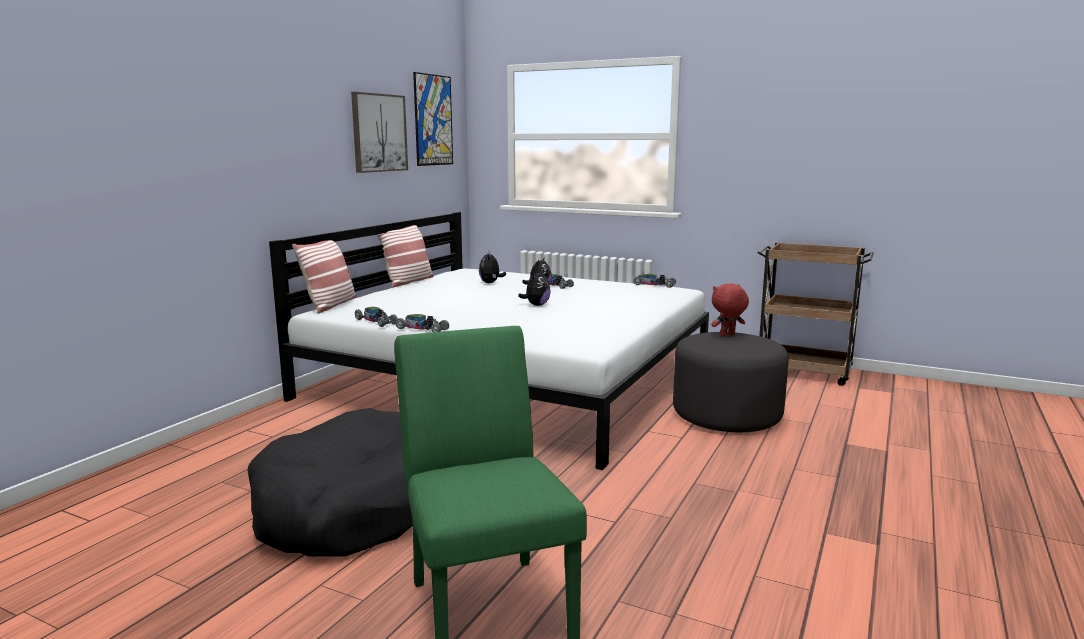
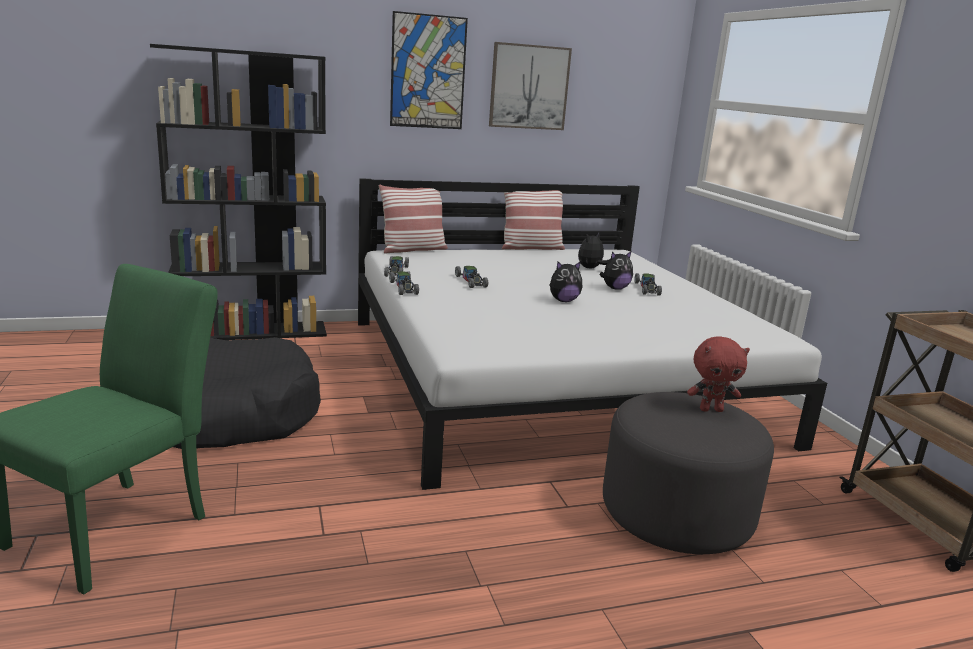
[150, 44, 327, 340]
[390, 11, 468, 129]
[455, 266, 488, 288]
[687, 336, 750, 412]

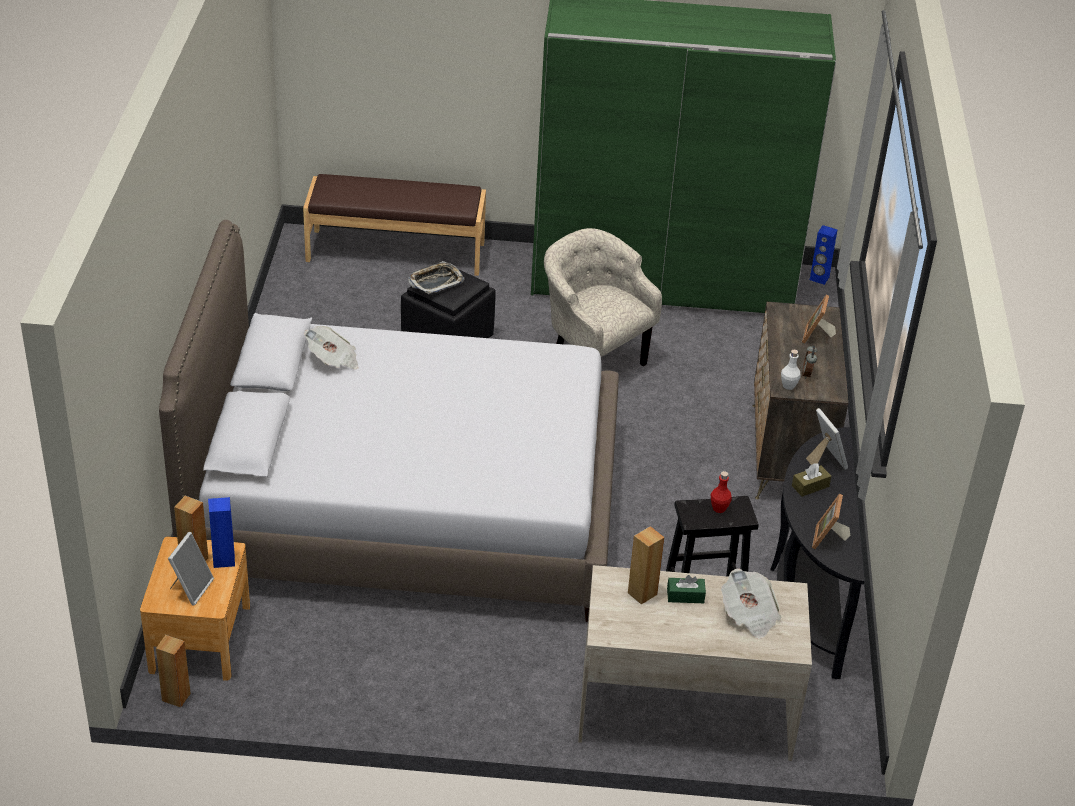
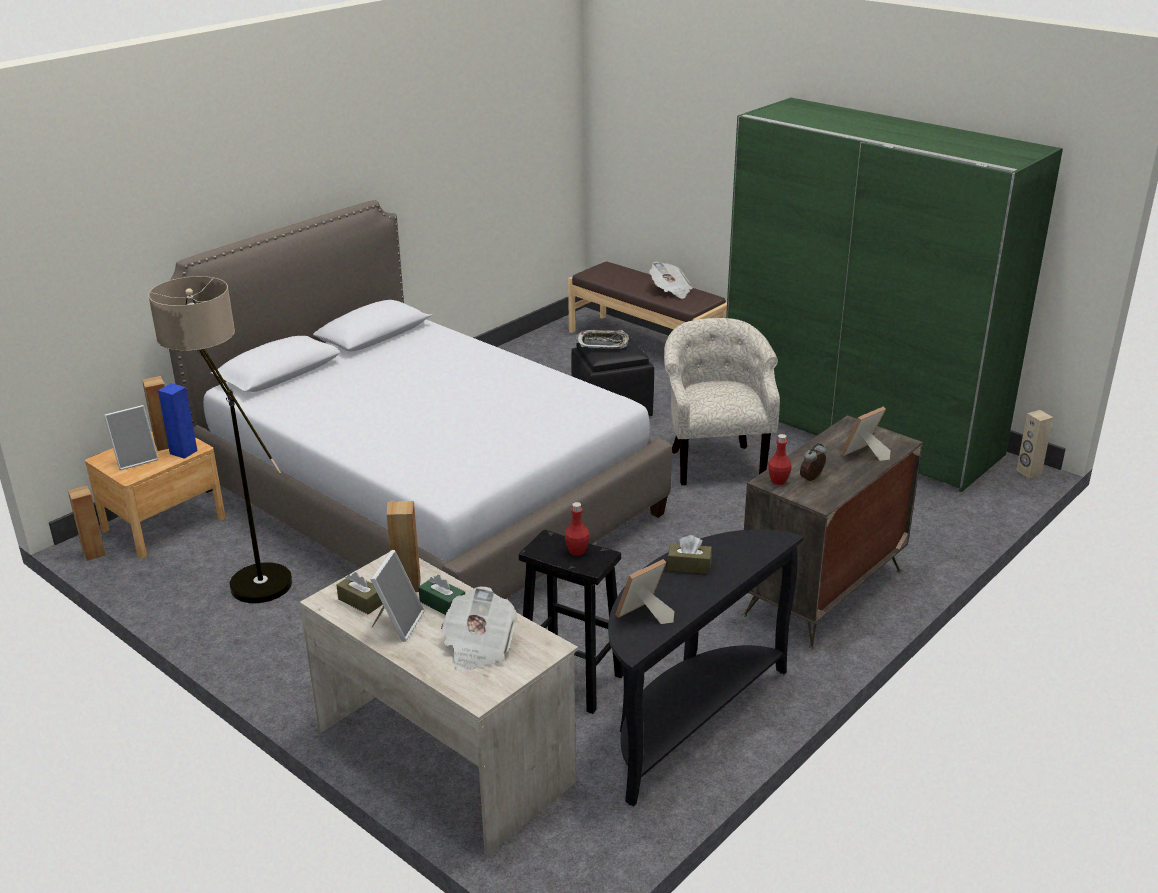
[148, 276, 292, 603]
[336, 572, 383, 614]
[370, 550, 425, 642]
[649, 262, 692, 299]
[768, 434, 791, 485]
[1016, 410, 1053, 479]

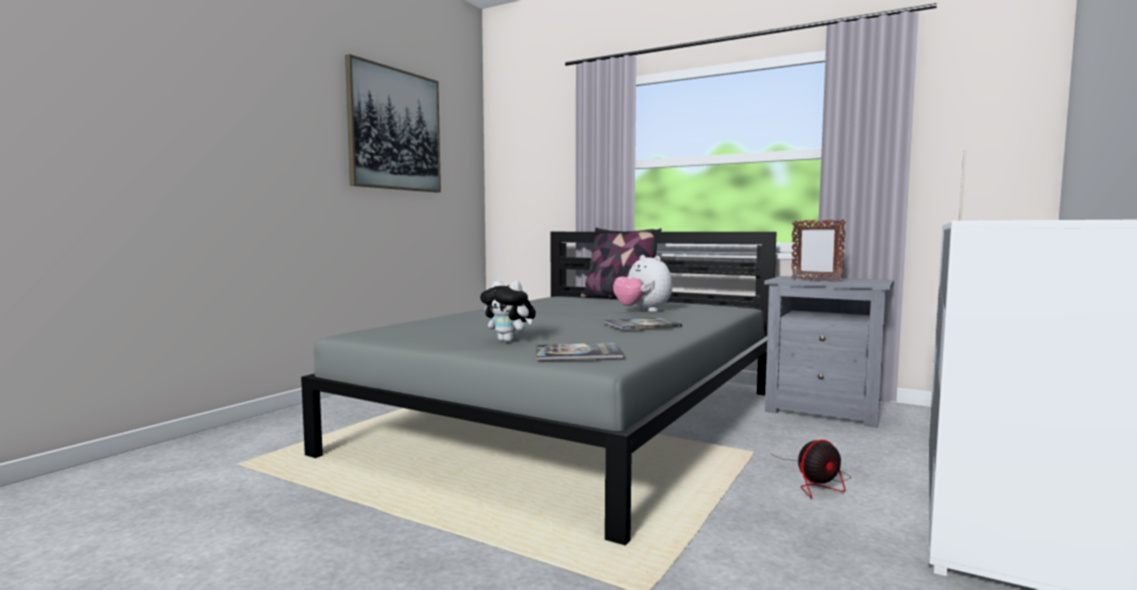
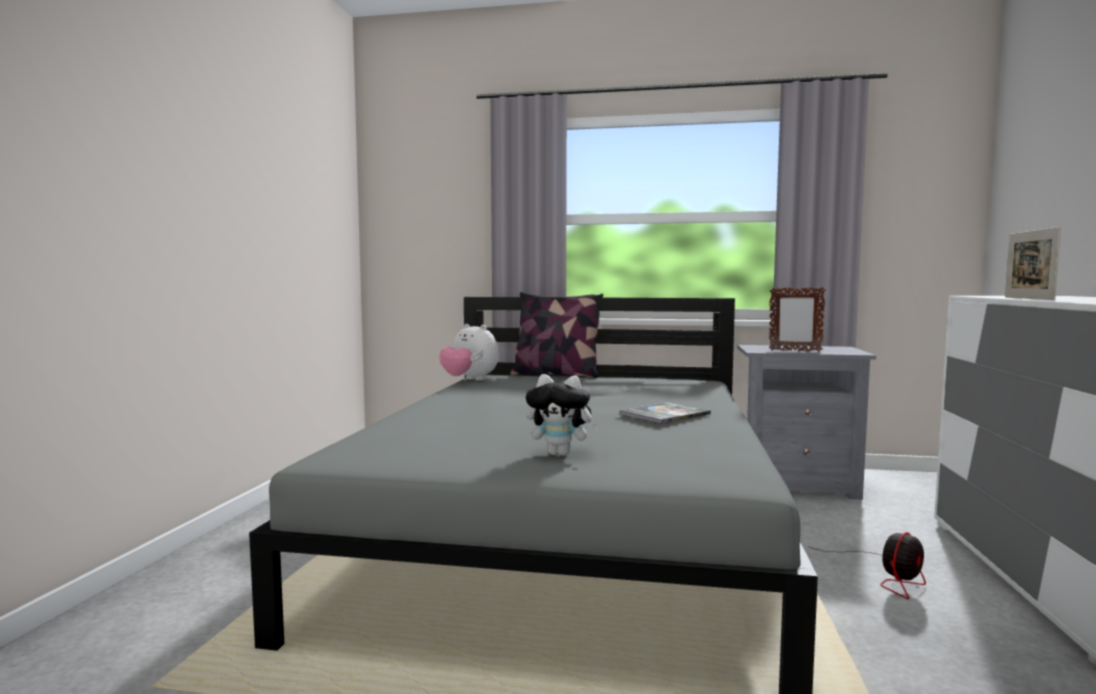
[439, 324, 499, 381]
[345, 54, 441, 192] (first image)
[536, 343, 624, 361] (first image)

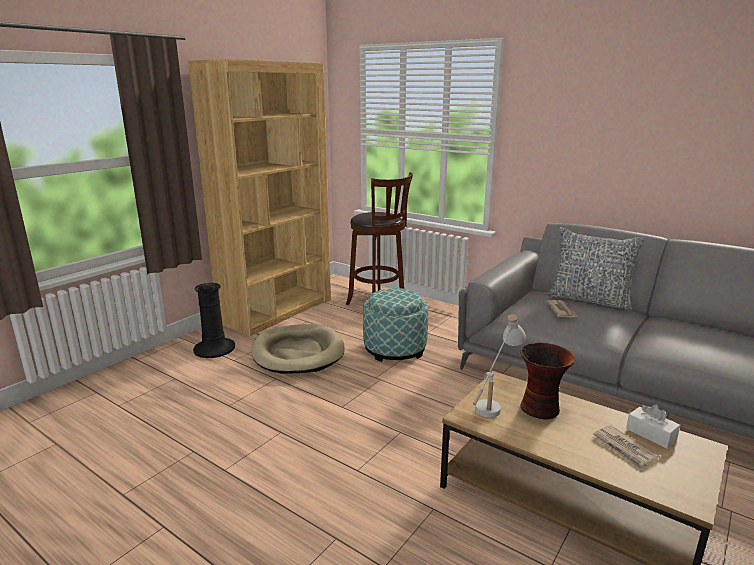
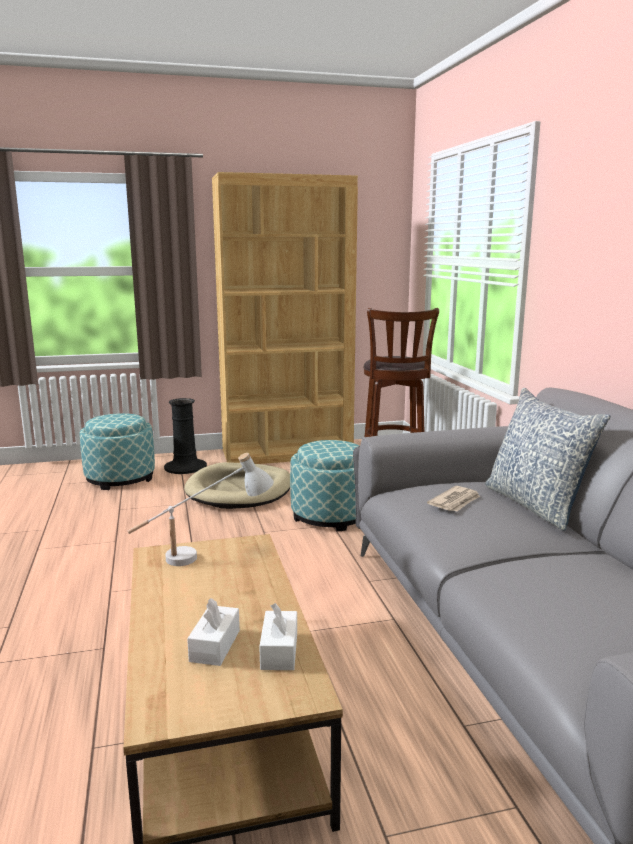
[80, 413, 155, 490]
[187, 598, 240, 666]
[520, 342, 575, 420] (first image)

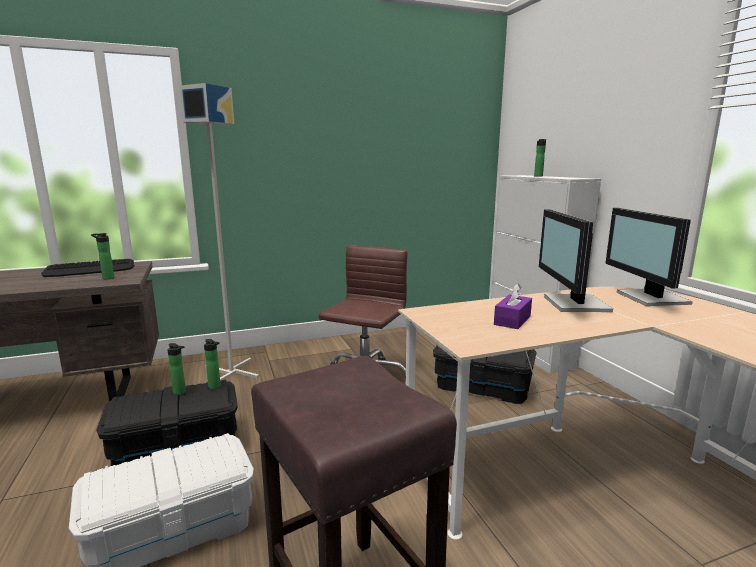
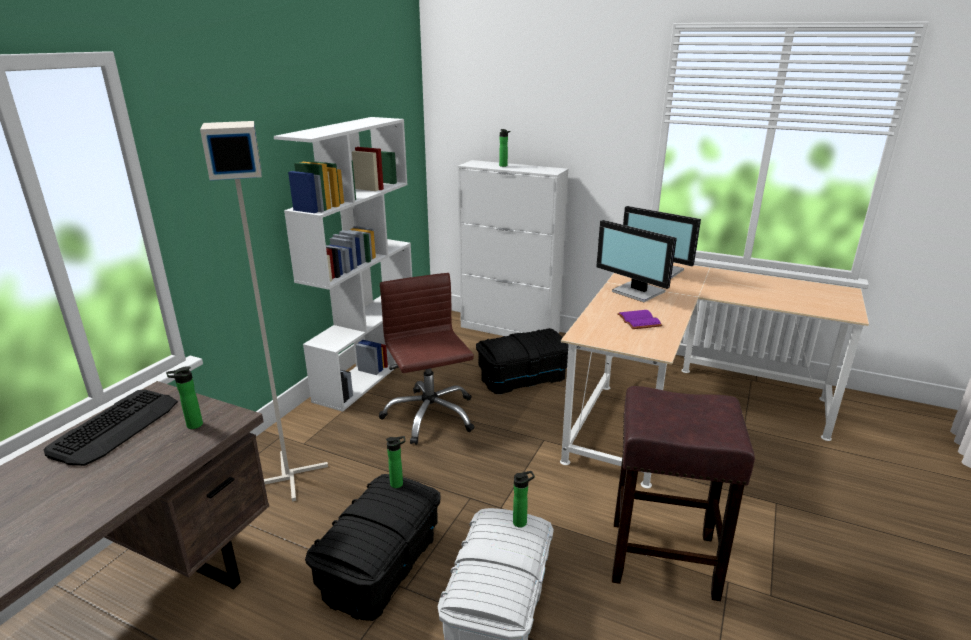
[274, 117, 412, 412]
[513, 471, 535, 528]
[617, 310, 663, 329]

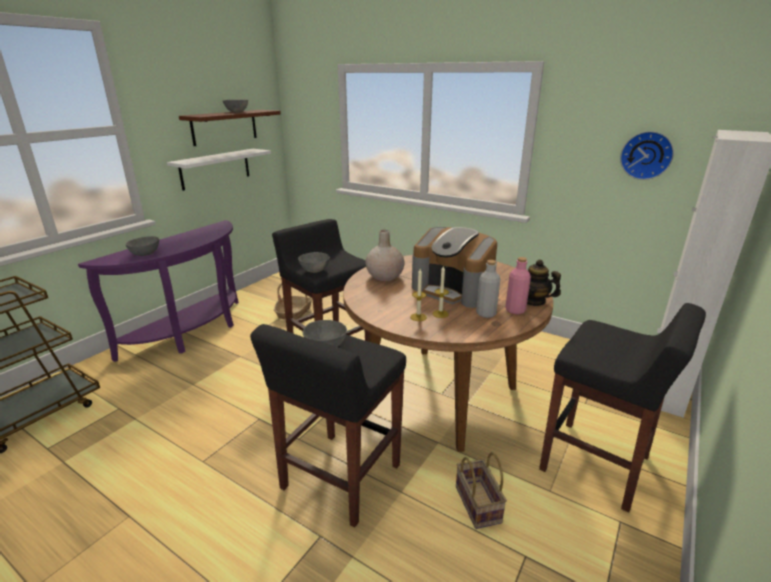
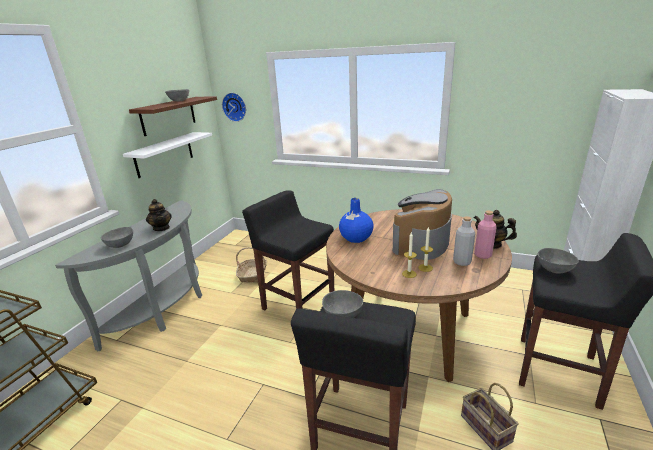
[55, 200, 202, 351]
[146, 199, 172, 231]
[222, 93, 246, 122]
[339, 198, 373, 243]
[393, 189, 452, 260]
[538, 248, 579, 274]

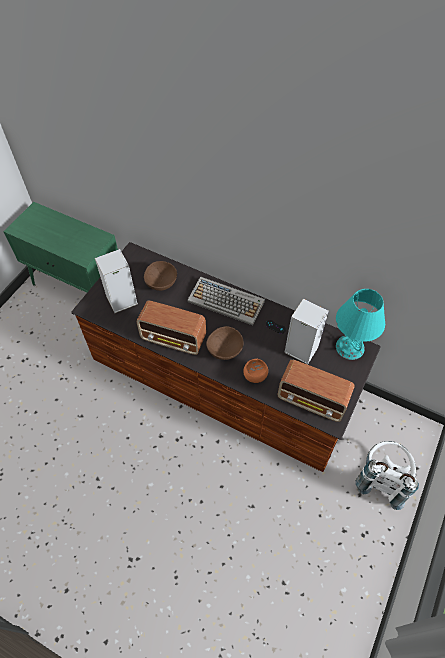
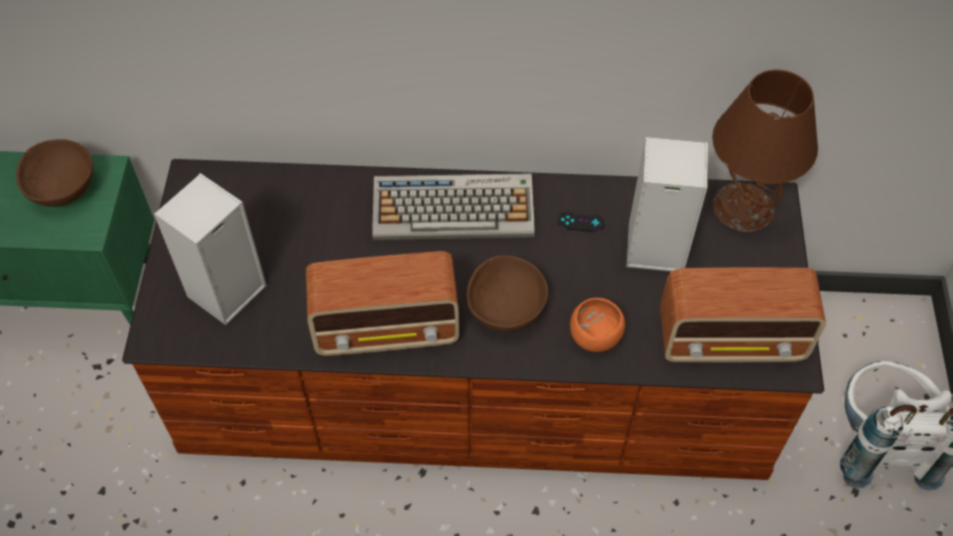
[16, 139, 93, 207]
[712, 70, 818, 232]

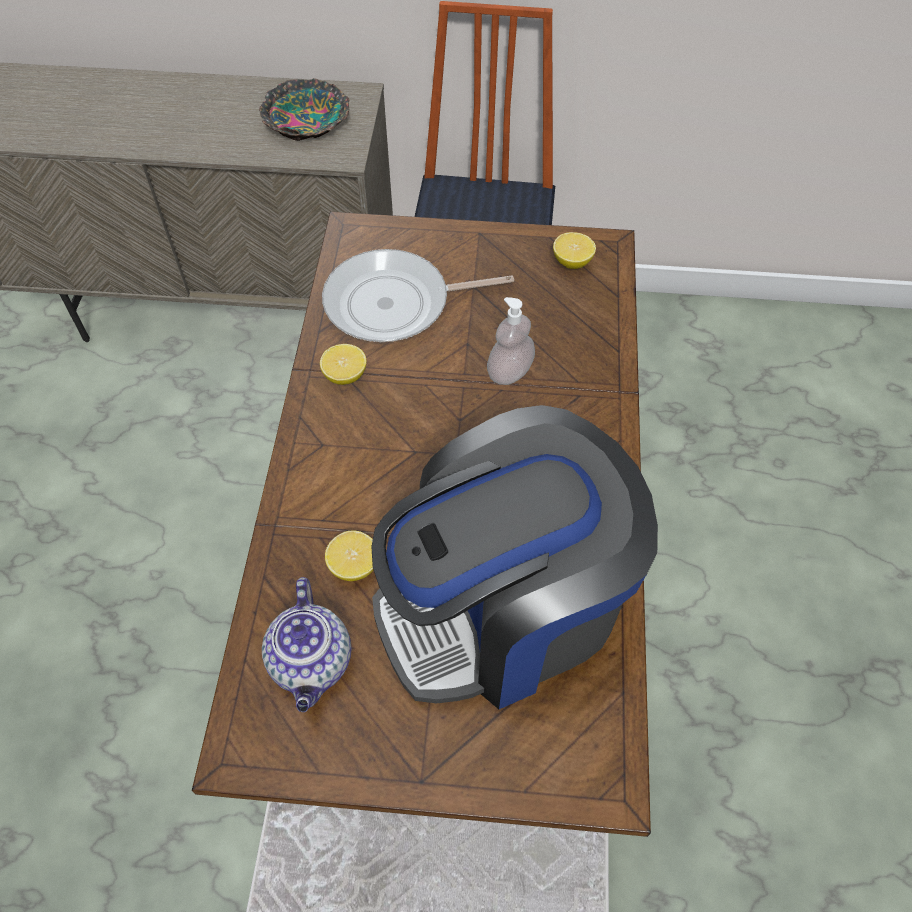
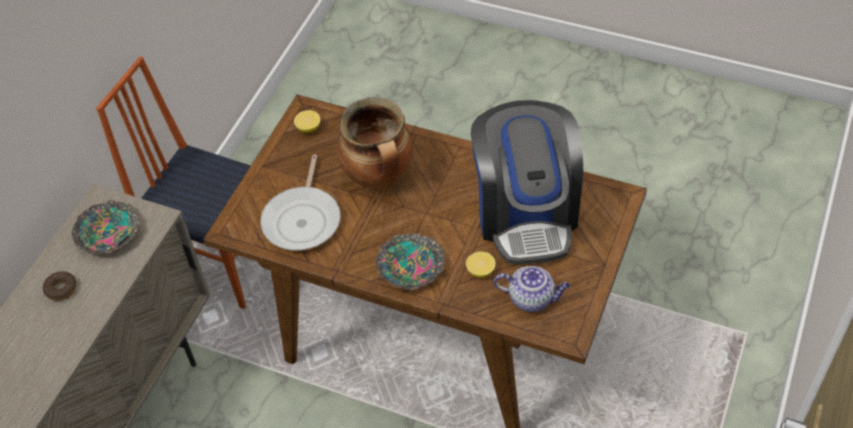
[43, 271, 77, 301]
[336, 97, 413, 189]
[375, 233, 445, 290]
[320, 344, 366, 385] (first image)

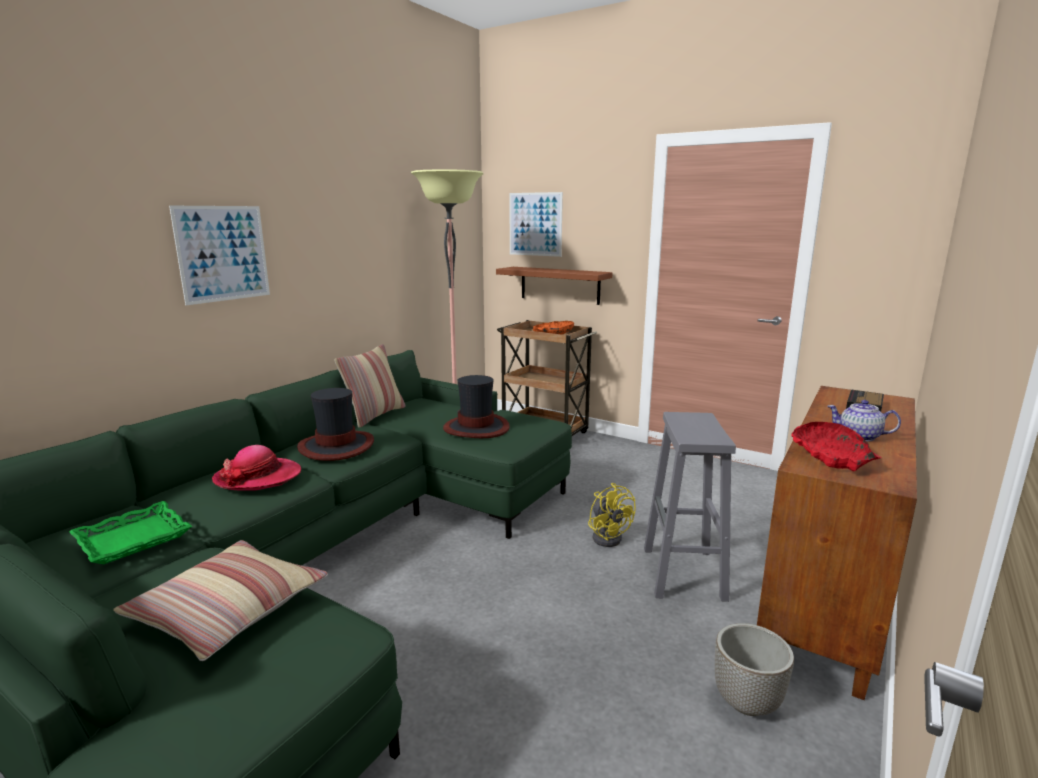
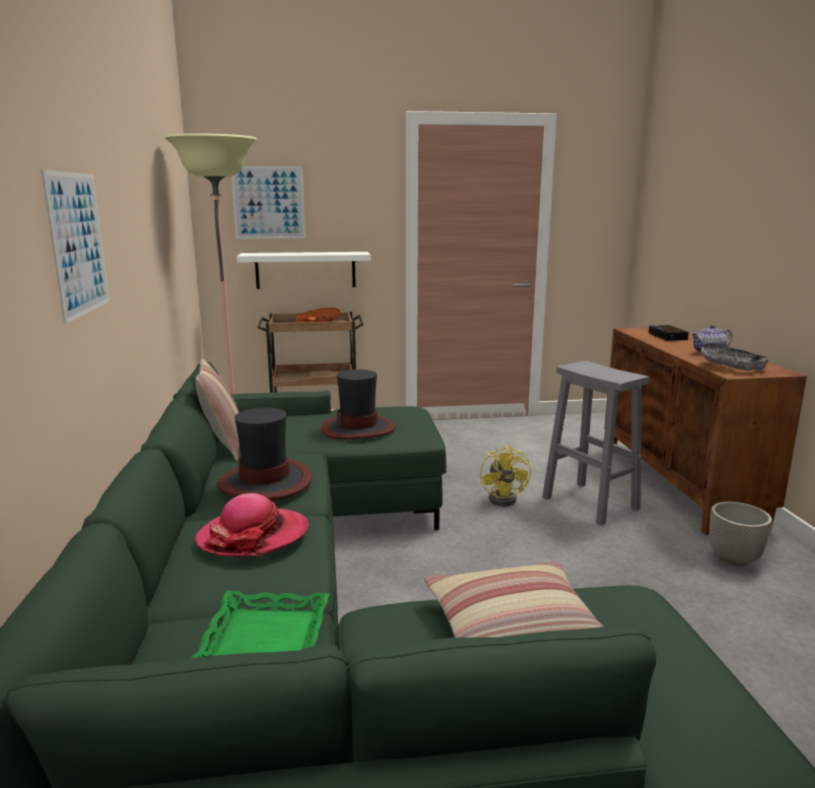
[237, 252, 371, 289]
[480, 445, 531, 506]
[701, 343, 769, 371]

